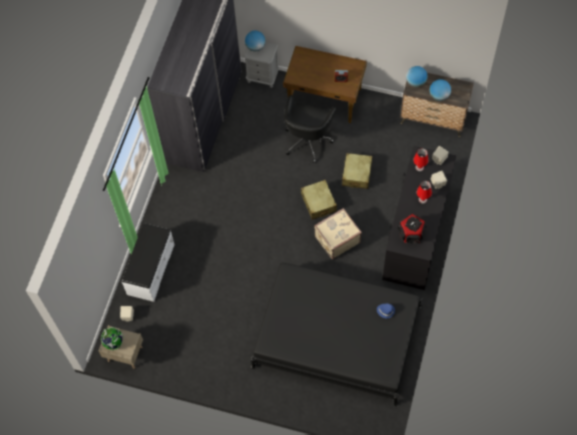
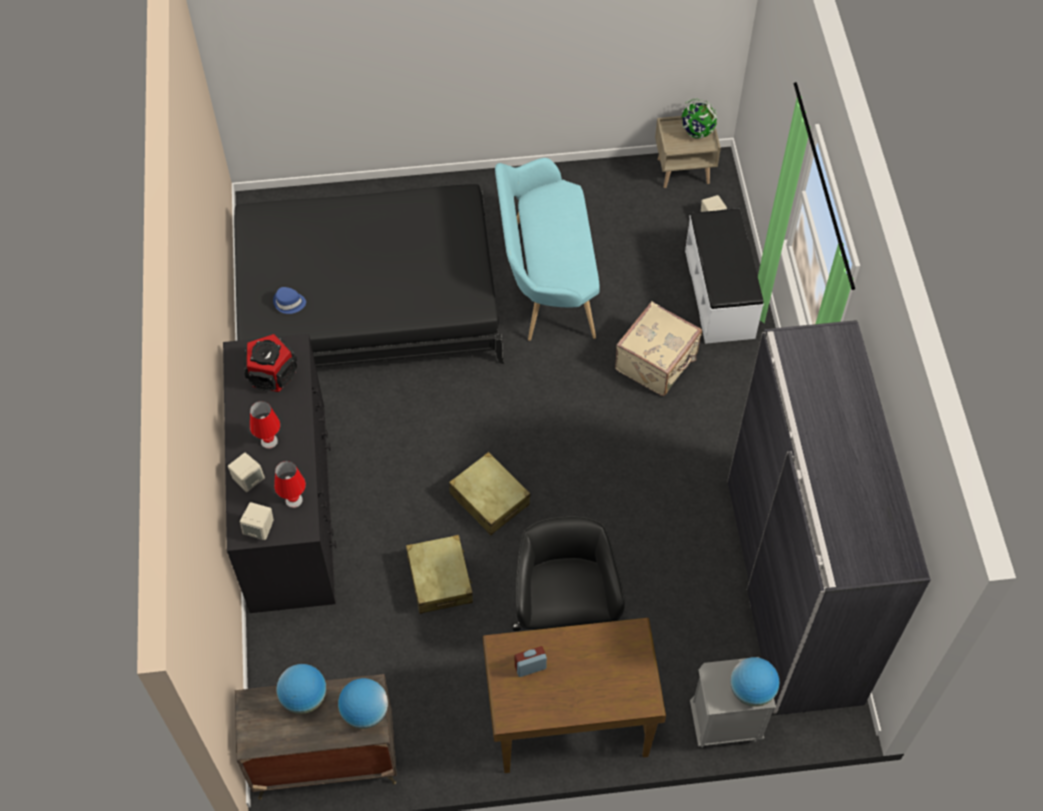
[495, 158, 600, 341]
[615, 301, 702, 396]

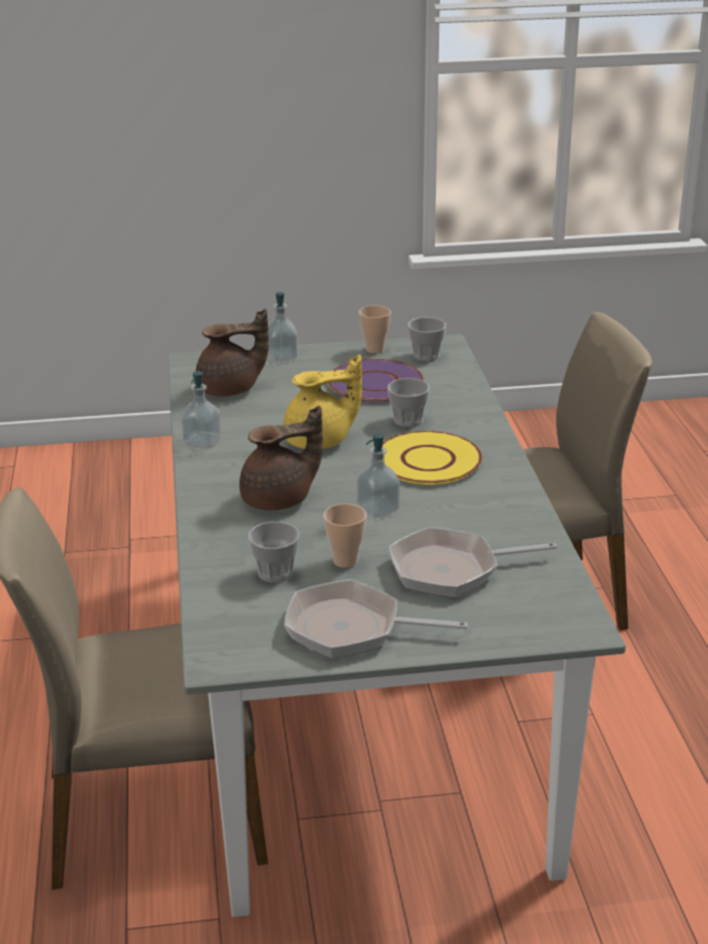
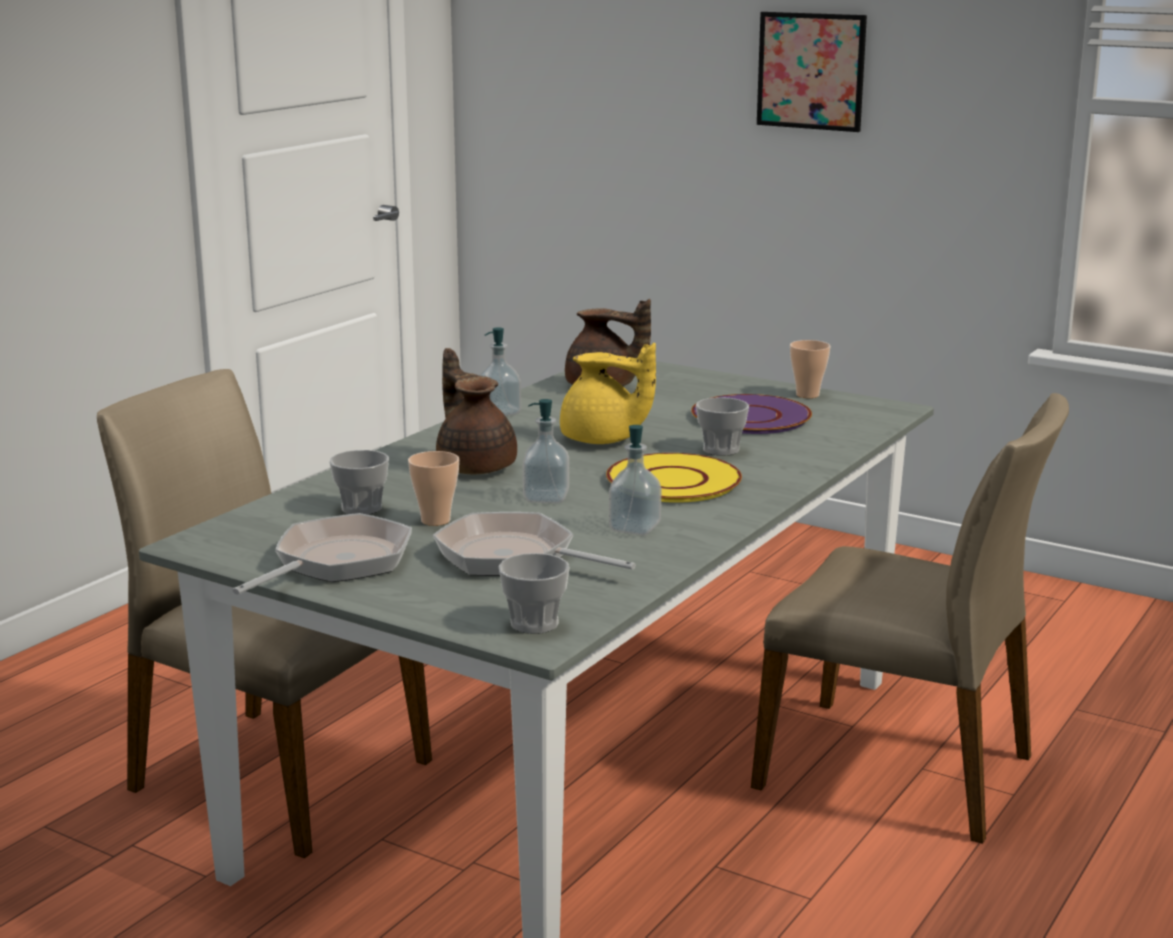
[232, 513, 412, 595]
[436, 348, 517, 474]
[498, 553, 570, 634]
[609, 425, 661, 535]
[757, 12, 867, 132]

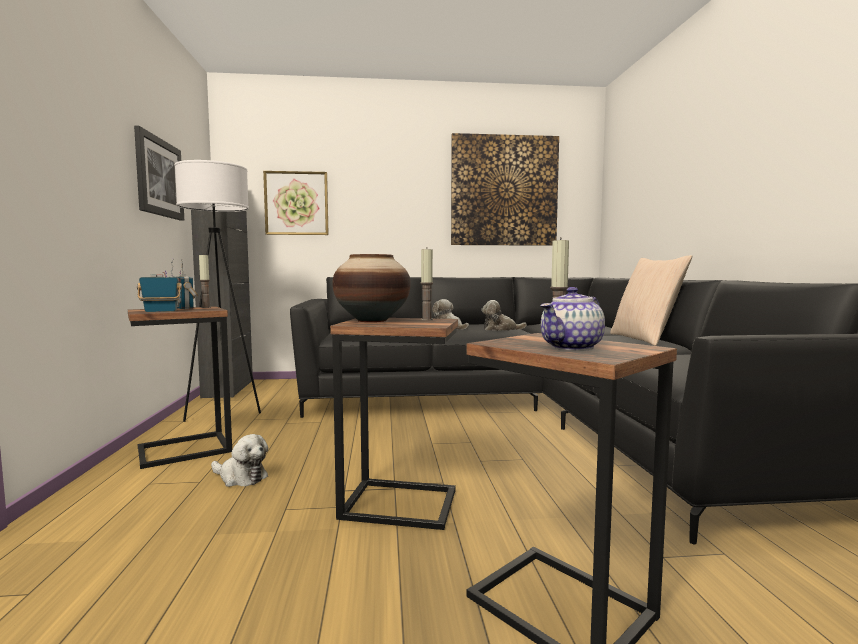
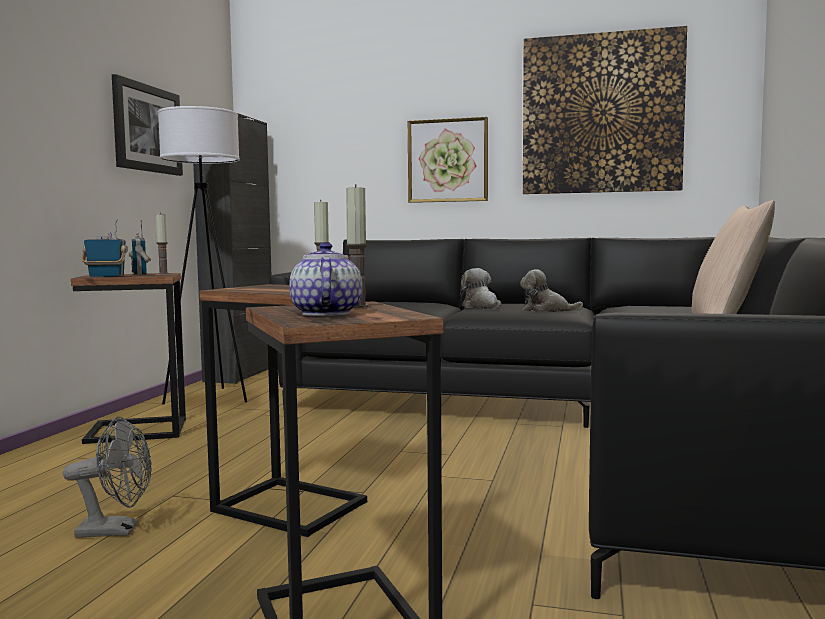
[63, 417, 151, 538]
[289, 242, 362, 316]
[408, 117, 488, 203]
[211, 434, 268, 487] (first image)
[332, 254, 411, 322] (first image)

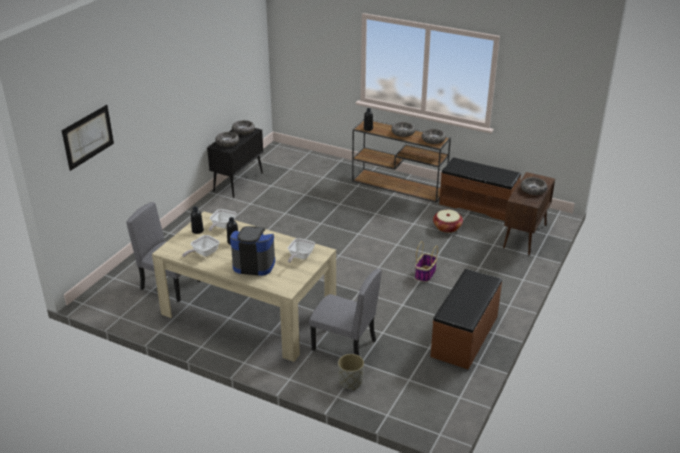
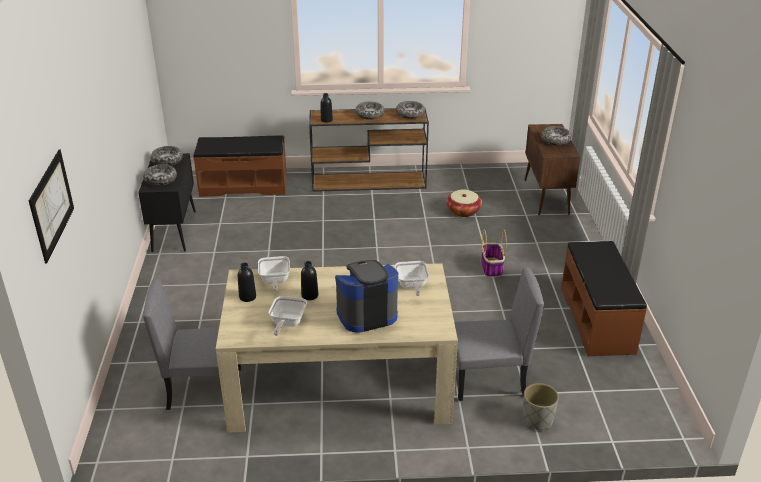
[193, 135, 287, 197]

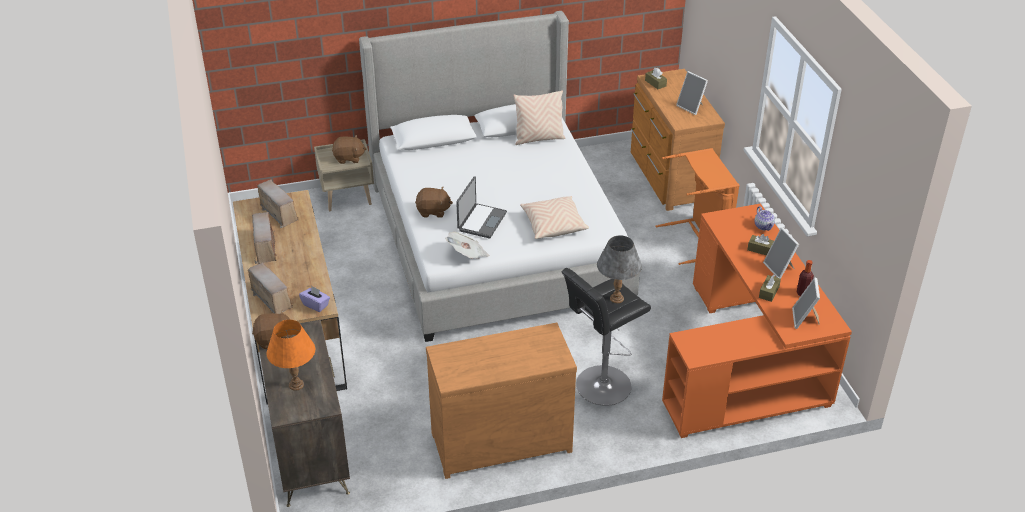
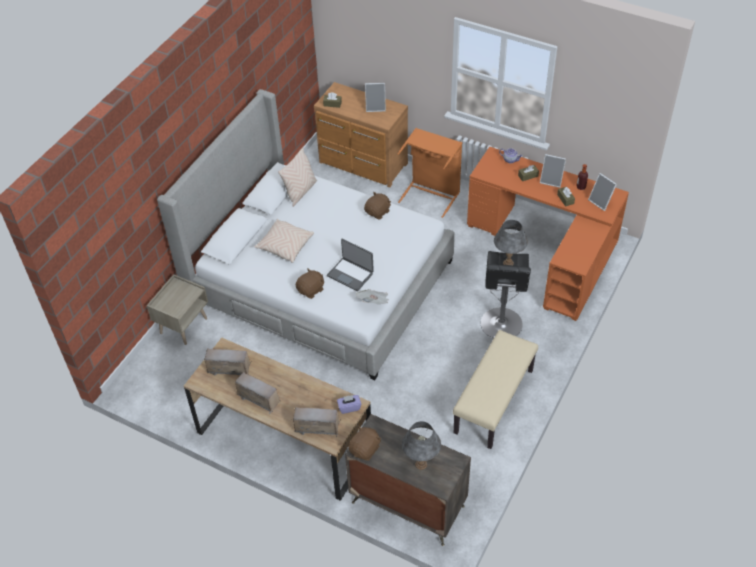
[254, 219, 314, 263]
[327, 239, 374, 291]
[364, 192, 391, 220]
[402, 421, 441, 470]
[453, 330, 538, 449]

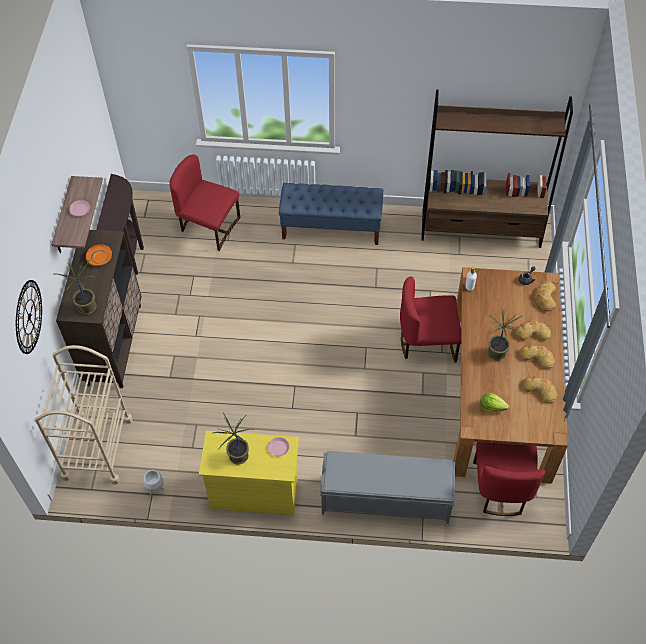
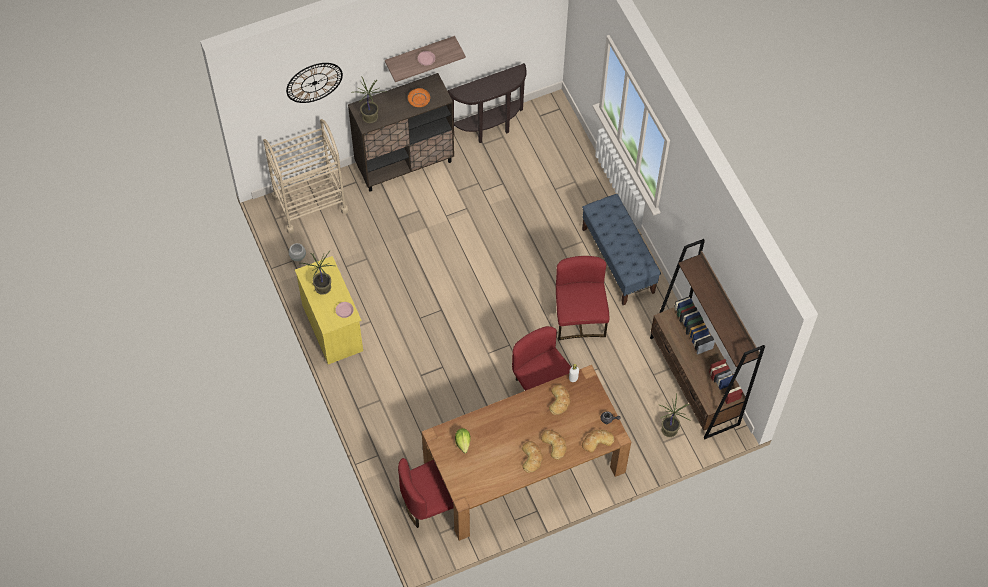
[549, 384, 570, 415]
[556, 256, 609, 340]
[658, 393, 691, 437]
[320, 451, 455, 524] (first image)

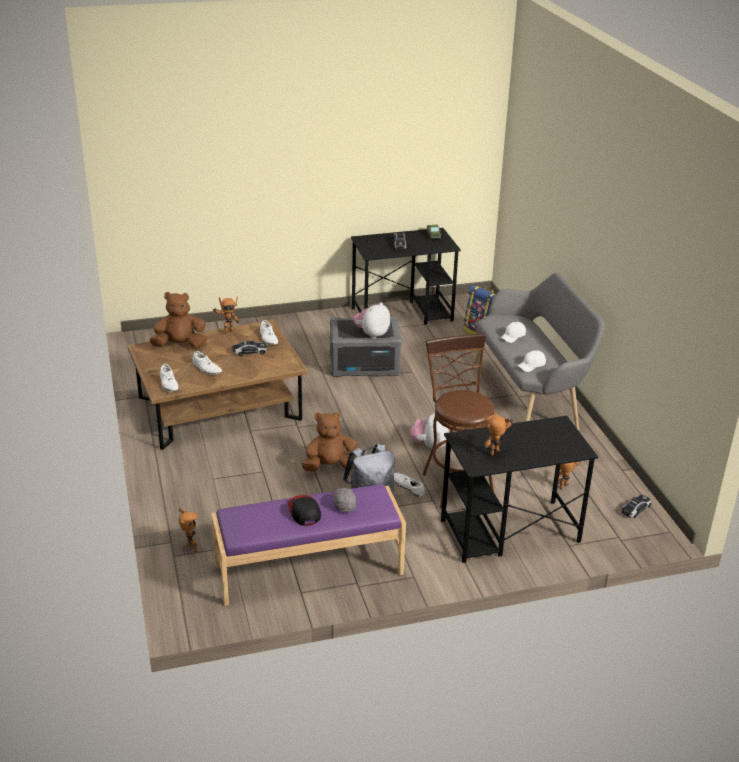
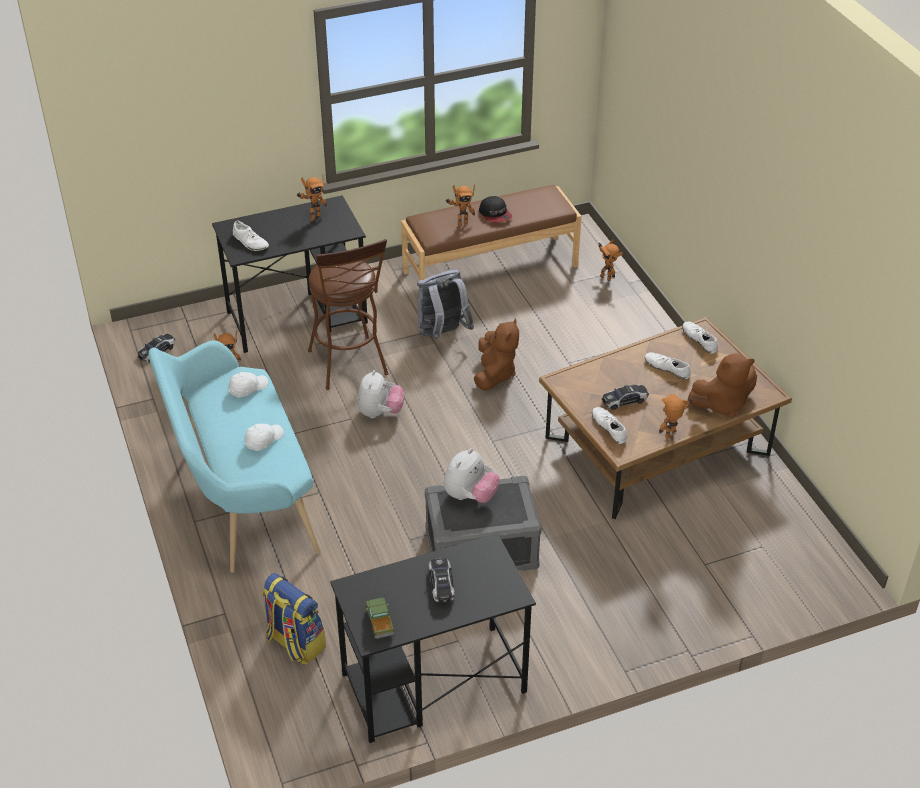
[148, 340, 320, 573]
[233, 220, 269, 251]
[401, 185, 582, 281]
[446, 184, 475, 228]
[474, 318, 519, 391]

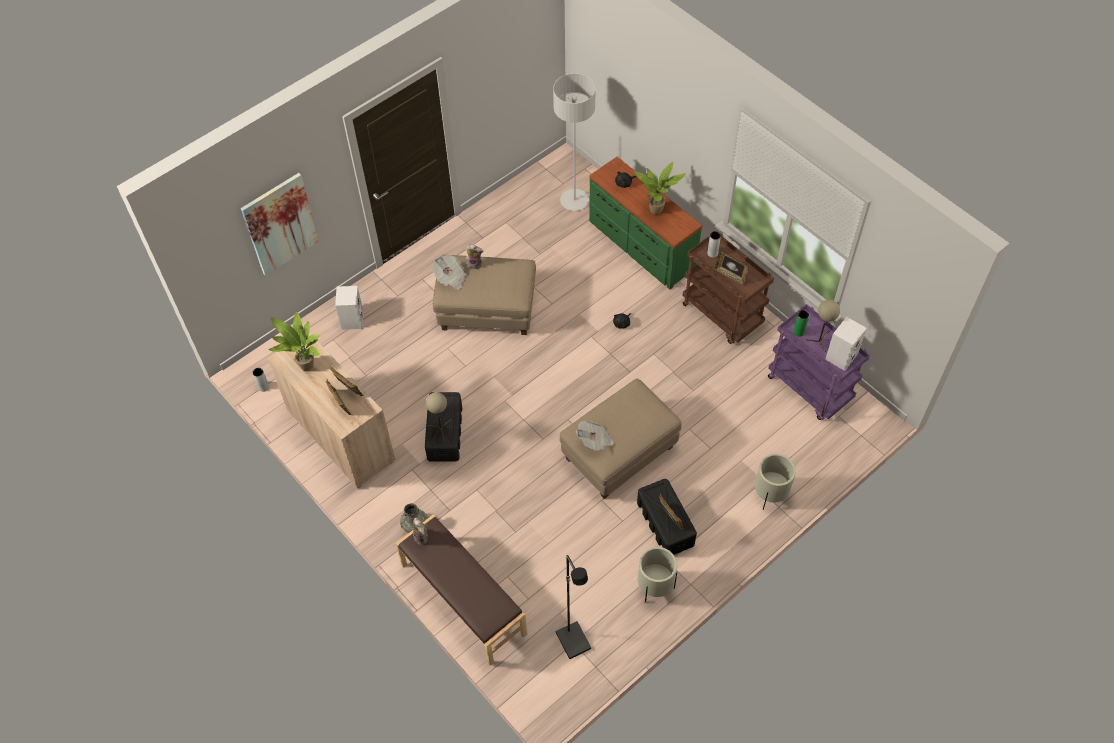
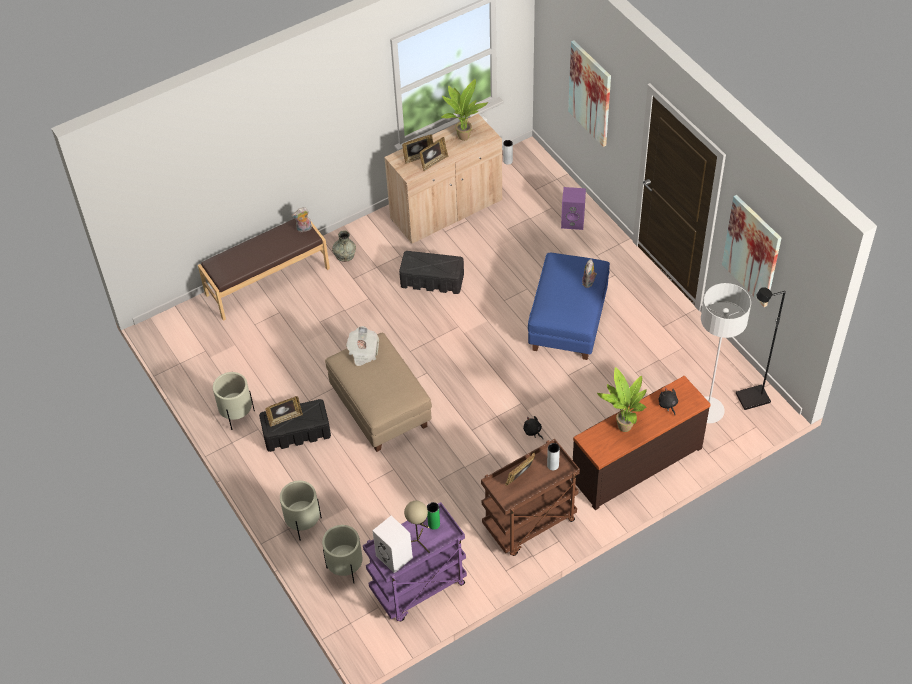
[322, 525, 363, 583]
[528, 253, 610, 360]
[561, 187, 586, 230]
[571, 376, 711, 510]
[722, 195, 781, 307]
[736, 287, 786, 410]
[426, 392, 451, 442] (first image)
[432, 255, 467, 290] (first image)

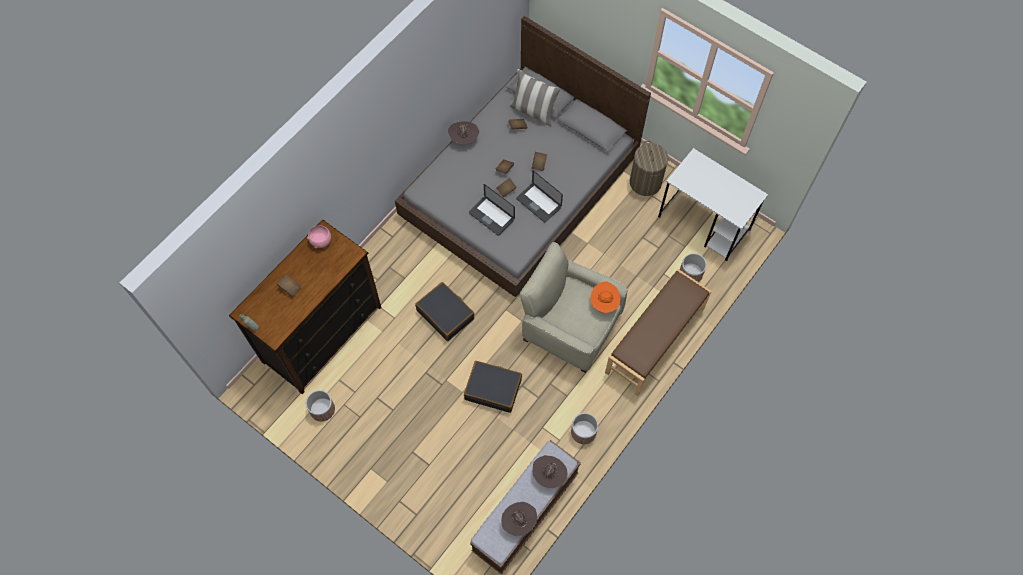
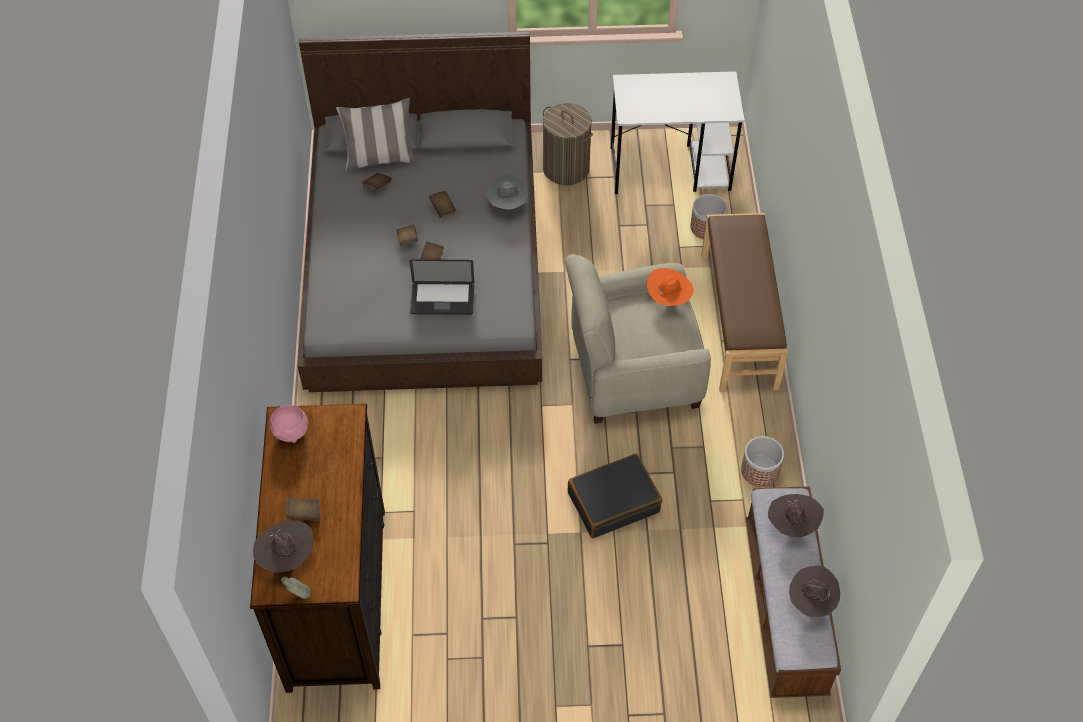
[253, 520, 313, 573]
[487, 173, 528, 210]
[306, 390, 335, 422] (first image)
[415, 282, 474, 341] (first image)
[516, 171, 563, 222] (first image)

